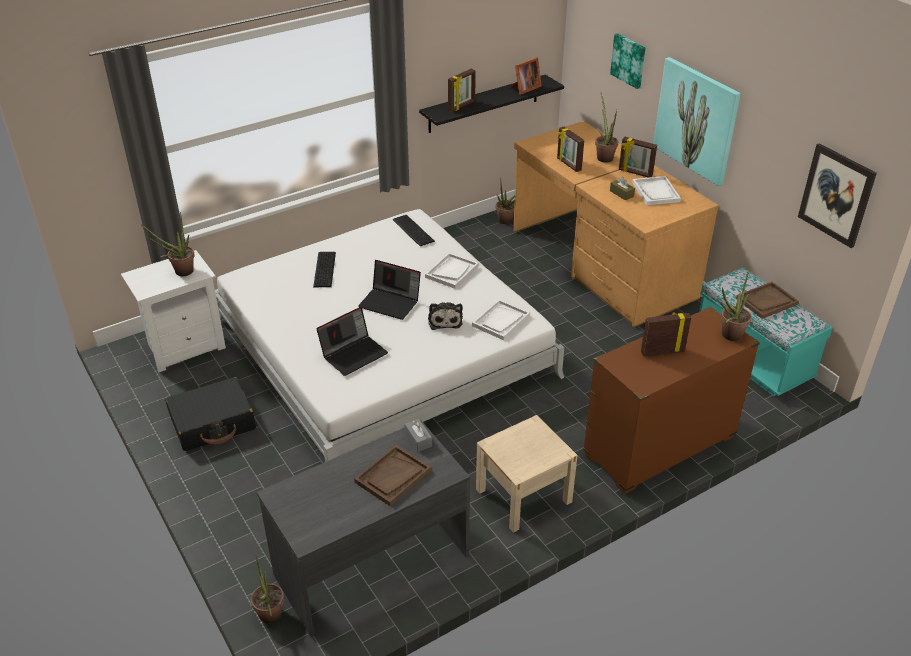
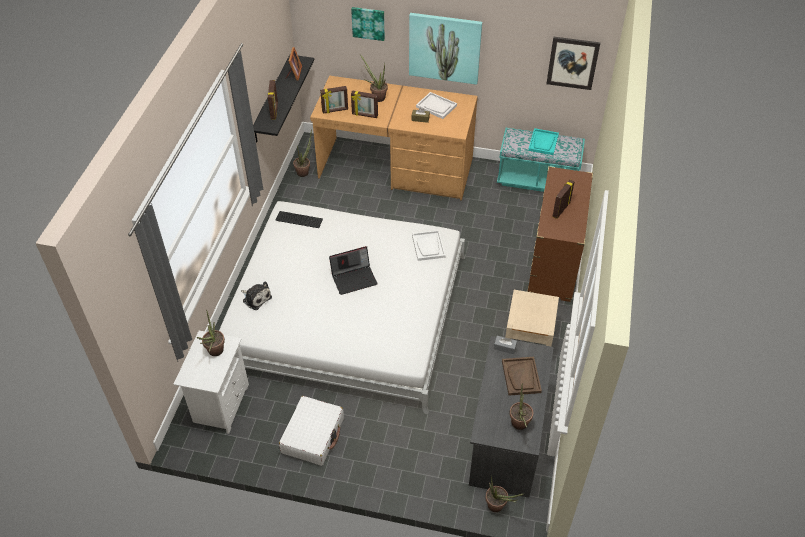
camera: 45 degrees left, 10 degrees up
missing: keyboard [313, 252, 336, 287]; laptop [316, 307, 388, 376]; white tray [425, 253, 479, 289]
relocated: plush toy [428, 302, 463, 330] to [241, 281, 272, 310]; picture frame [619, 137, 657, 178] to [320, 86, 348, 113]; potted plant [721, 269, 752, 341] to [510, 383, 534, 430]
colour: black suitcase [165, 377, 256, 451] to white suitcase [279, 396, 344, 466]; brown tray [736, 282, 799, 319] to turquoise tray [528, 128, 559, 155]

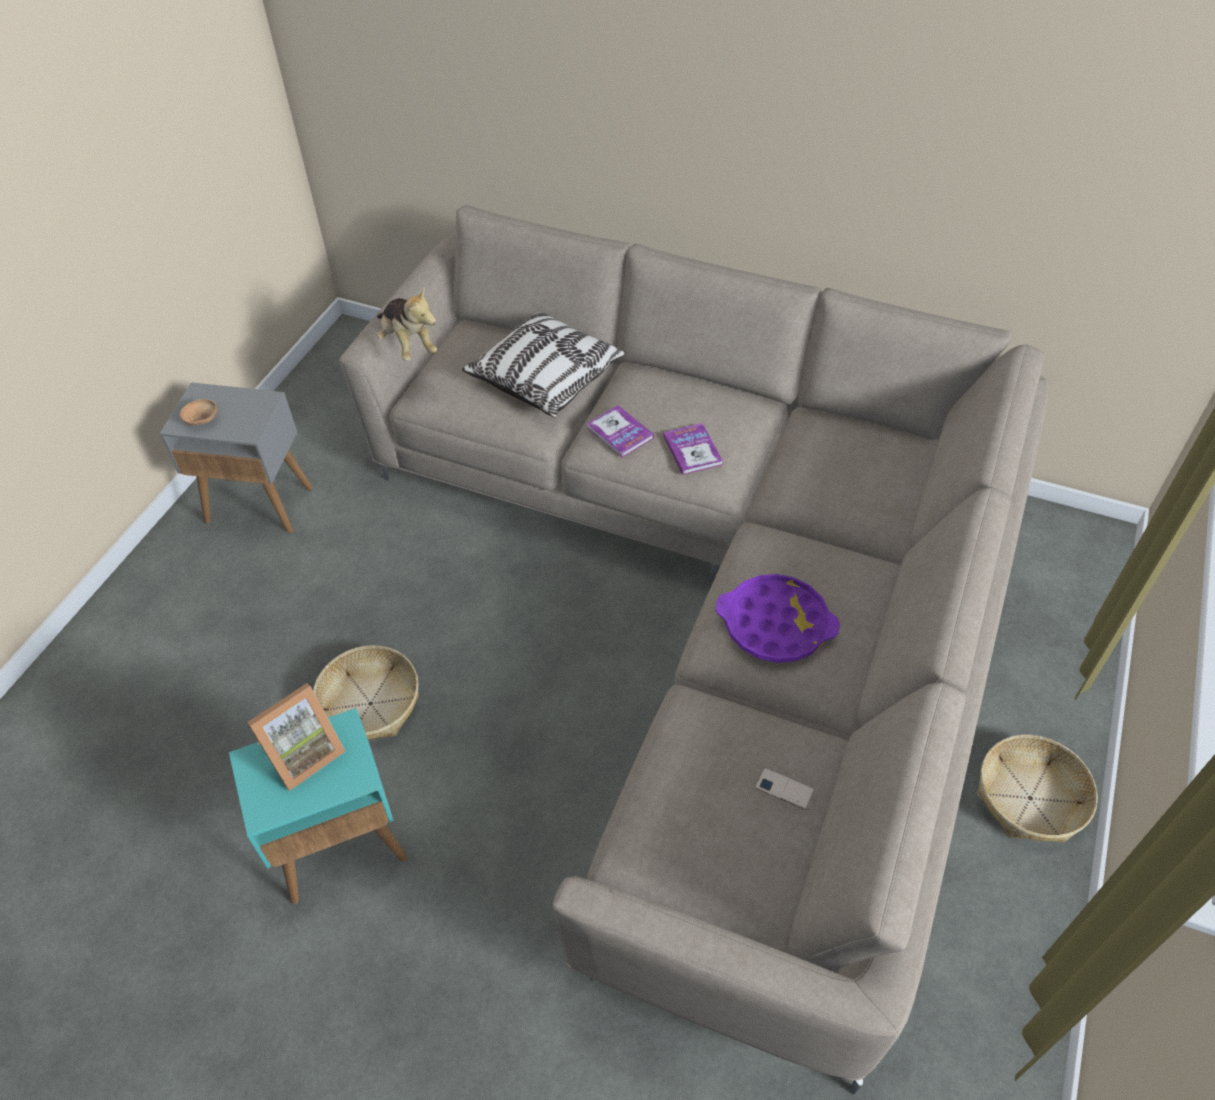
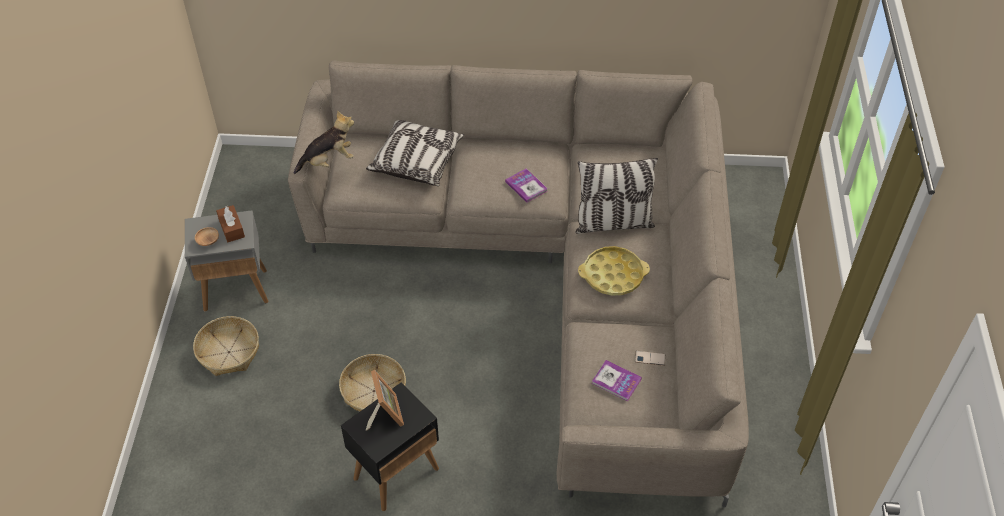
camera: 20 degrees left, 0 degrees up
appeared: brown tissue box [216, 205, 245, 242]; pillow [575, 158, 658, 234]
relocated: book [586, 405, 654, 458] to [591, 360, 642, 401]; basket [978, 735, 1098, 842] to [193, 316, 259, 376]
colour: turquoise side table [229, 708, 407, 904] to black side table [341, 383, 439, 511]; purple tray [716, 574, 840, 663] to yellow tray [578, 246, 650, 296]
spun: picture frame [247, 683, 346, 791] = [366, 370, 404, 430] 45 degrees counterclockwise; plush toy [377, 287, 437, 361] = [294, 110, 354, 174] 60 degrees counterclockwise

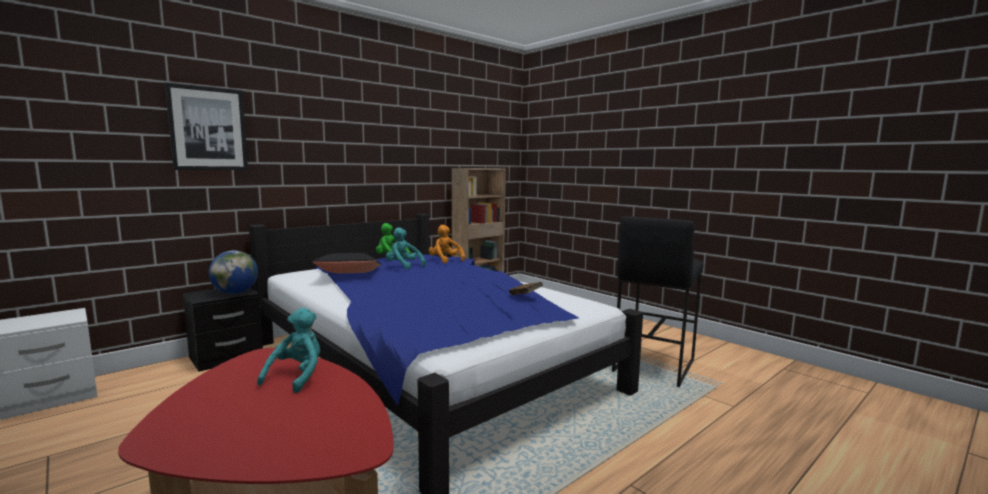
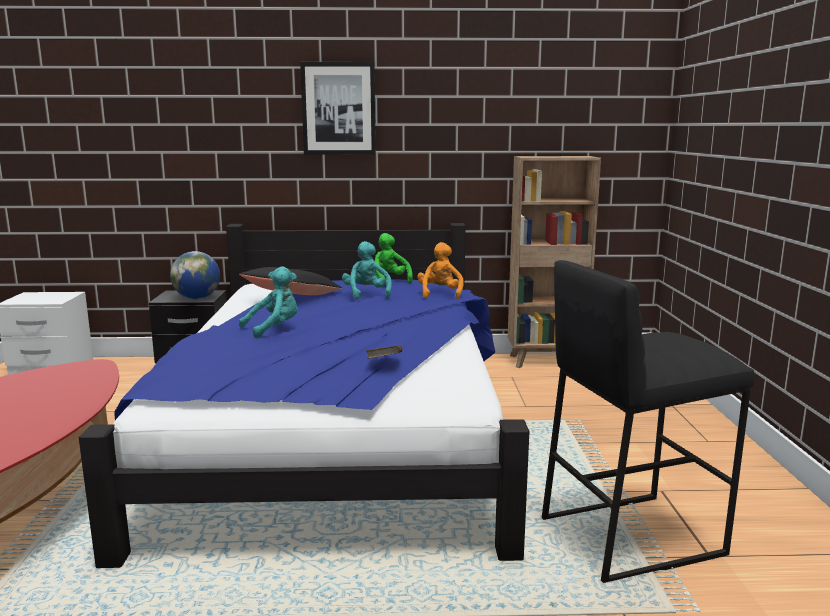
camera: 40 degrees right, 5 degrees up
relocated: picture [165, 82, 248, 170] to [300, 62, 376, 154]; turquoise plush toy [257, 308, 320, 393] to [239, 267, 298, 338]

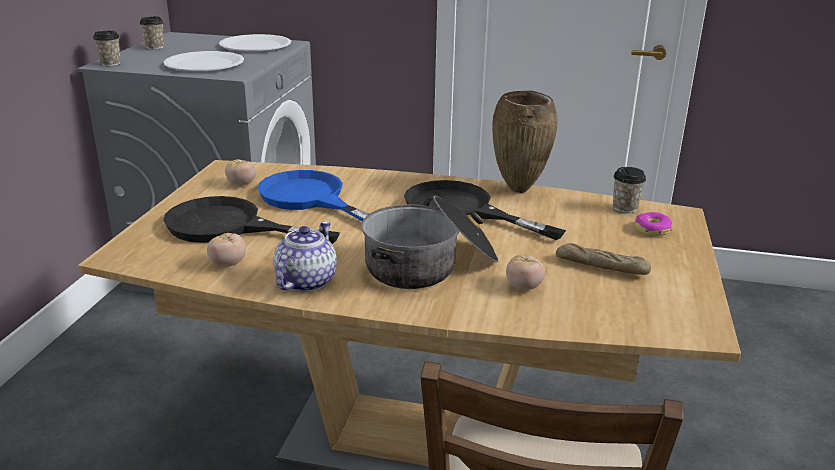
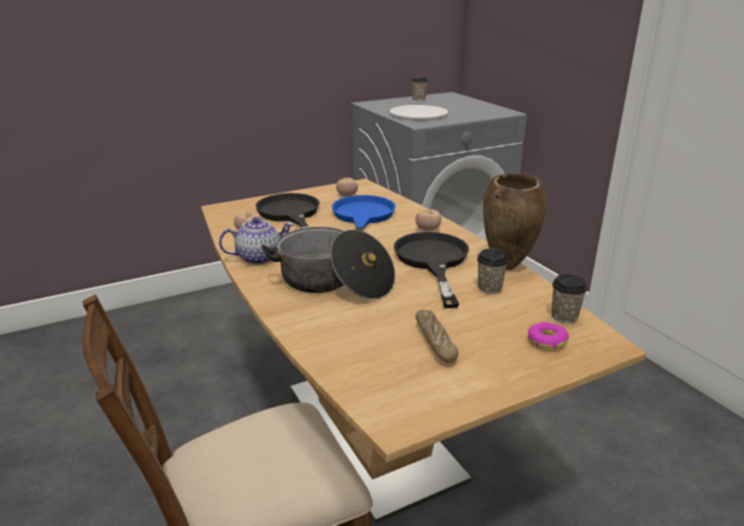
camera: 50 degrees right, 0 degrees up
missing: white plate [219, 34, 291, 52]
relocated: cup [93, 30, 121, 66] to [477, 249, 508, 294]; tomato [506, 254, 545, 290] to [415, 209, 442, 231]

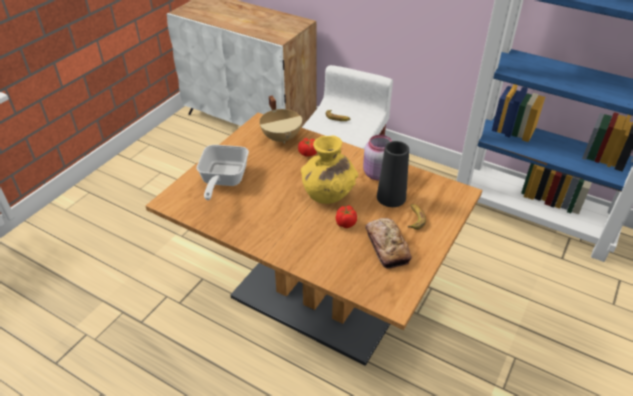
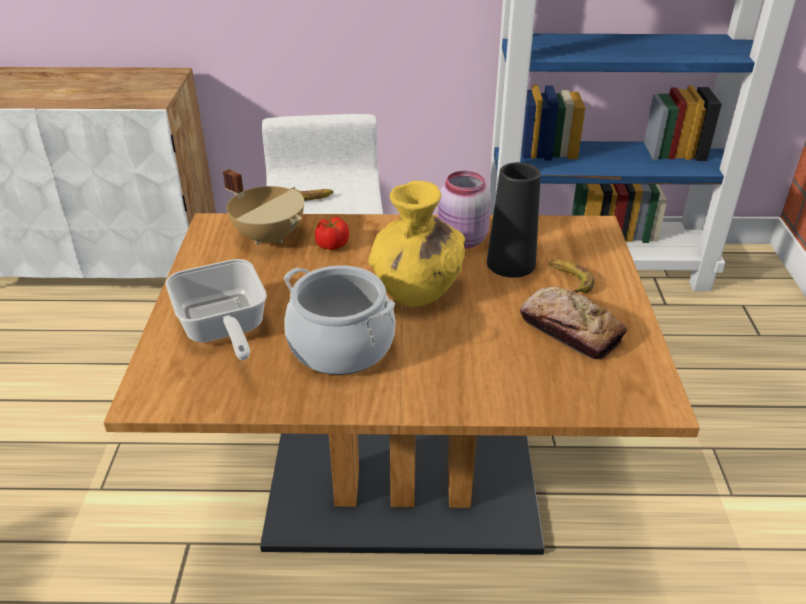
camera: 30 degrees left, 5 degrees down
missing: tomato [336, 205, 357, 228]
appeared: cooking pot [284, 265, 395, 375]

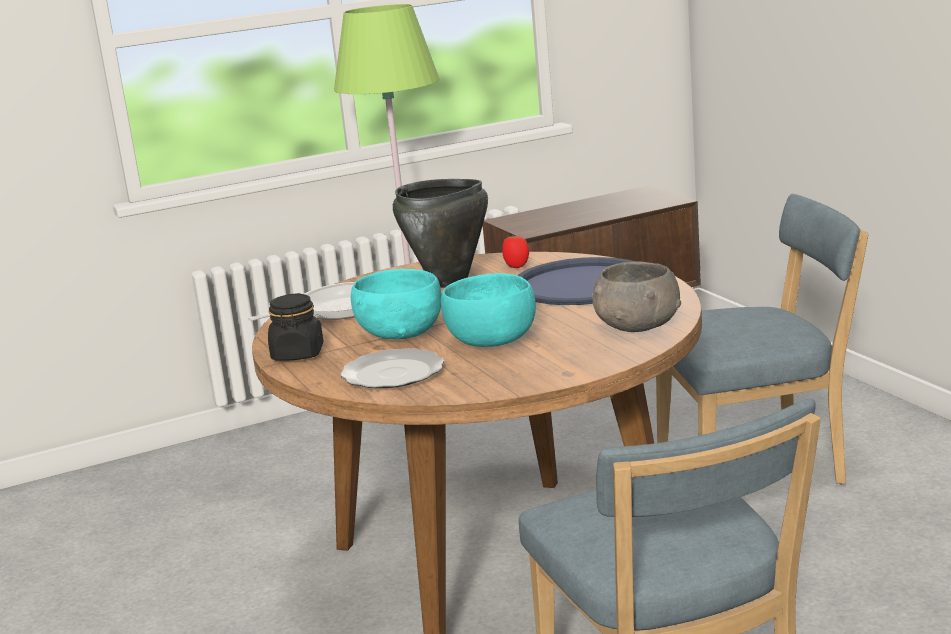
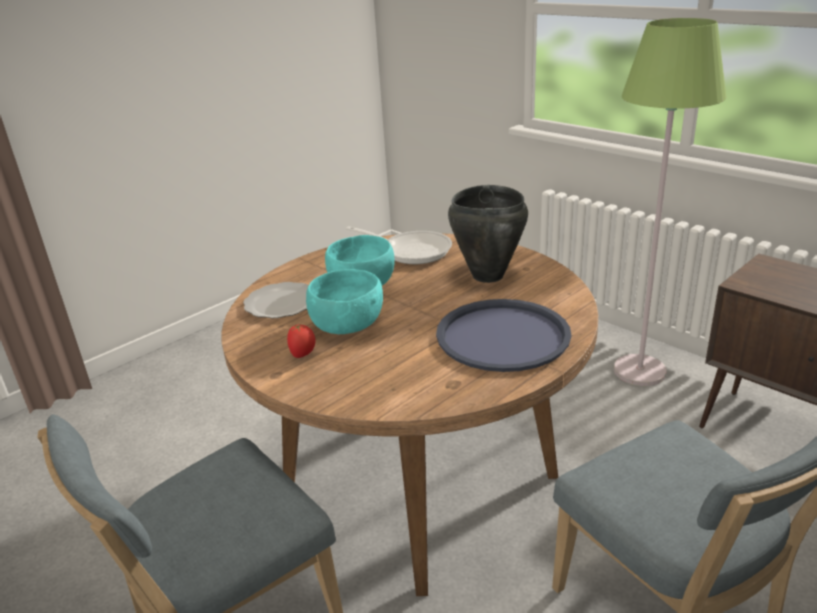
camera: 70 degrees right, 10 degrees up
missing: black jar [268, 293, 323, 361]; grey bowl [592, 261, 681, 332]
relocated: tomato [502, 235, 529, 268] to [287, 323, 316, 358]

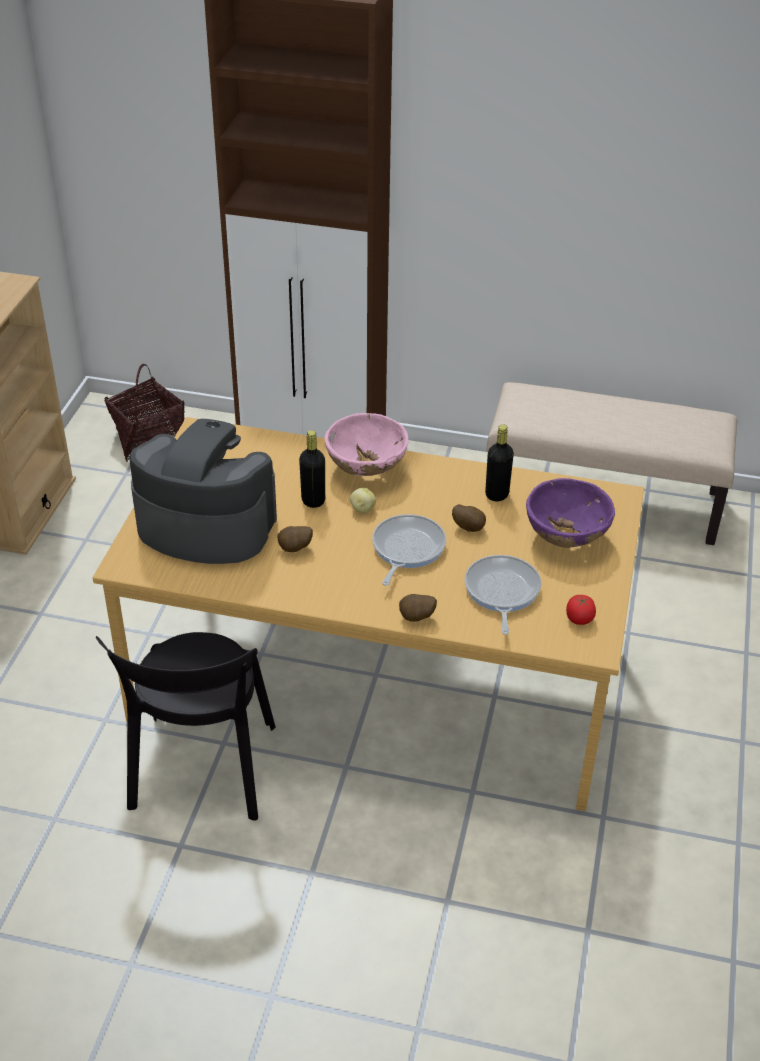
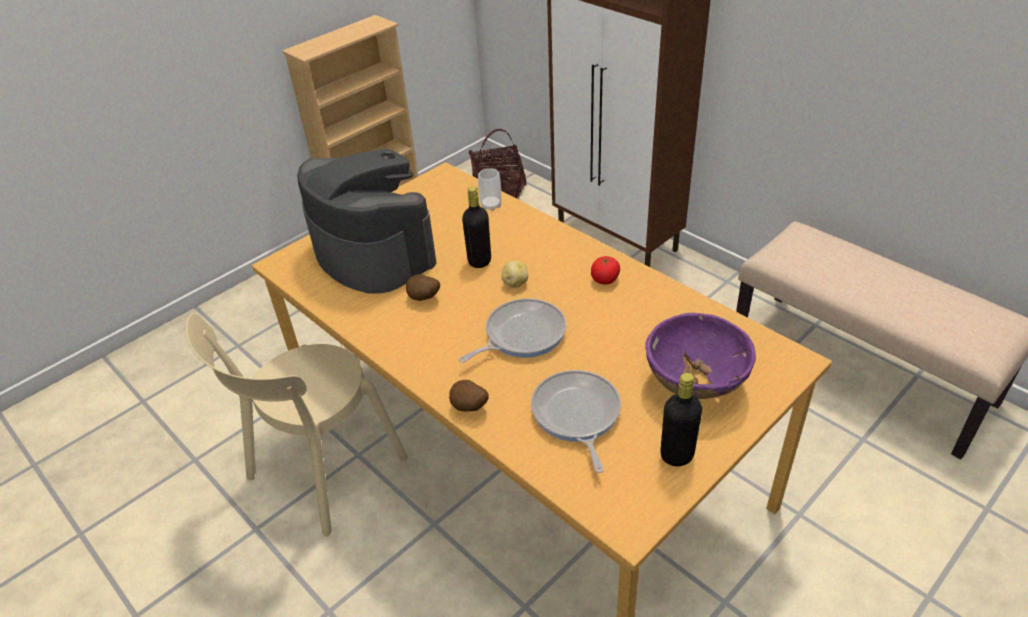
camera: 35 degrees right, 0 degrees up
missing: pink bowl [325, 413, 409, 476]; potato [452, 504, 486, 532]
appeared: cup [478, 168, 501, 211]
relocated: black bottle [485, 425, 514, 501] to [660, 373, 702, 466]; tomato [566, 595, 596, 625] to [591, 256, 620, 285]
colour: black chair [96, 632, 275, 821] to beige chair [186, 313, 408, 537]
spun: frying pan [465, 555, 541, 635] = [531, 370, 621, 473] 45 degrees counterclockwise

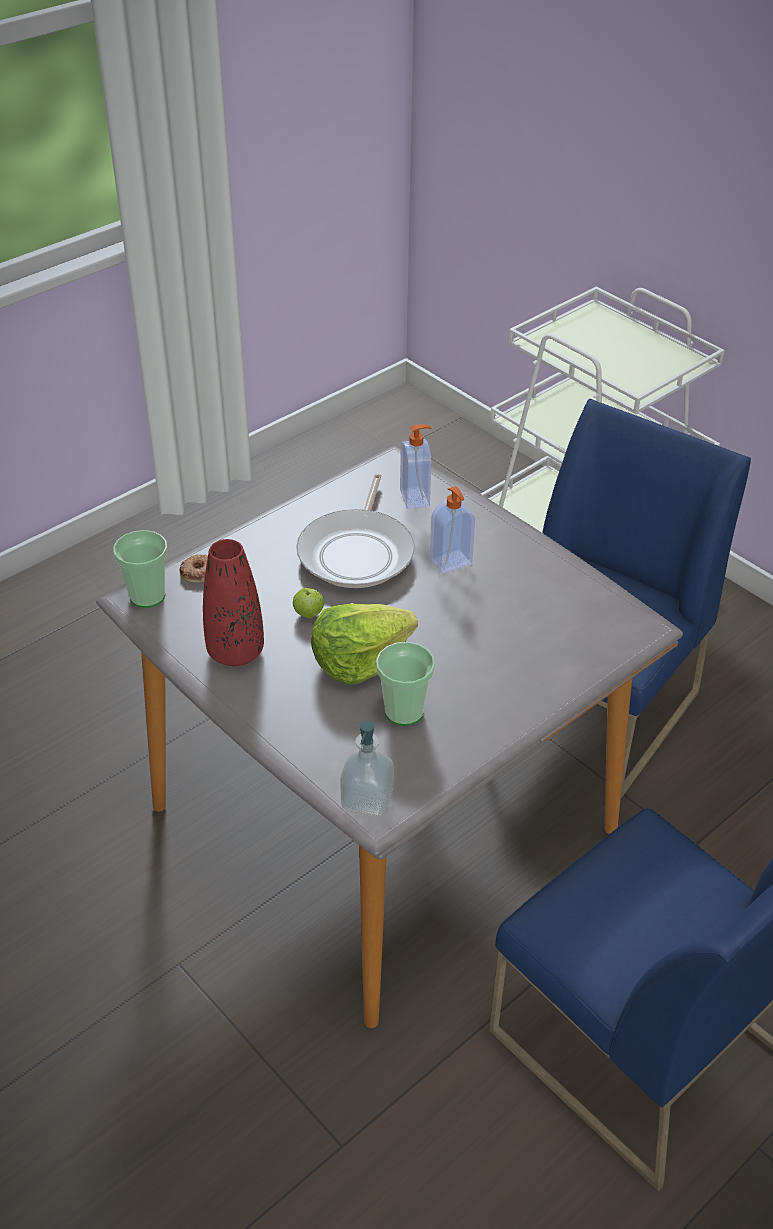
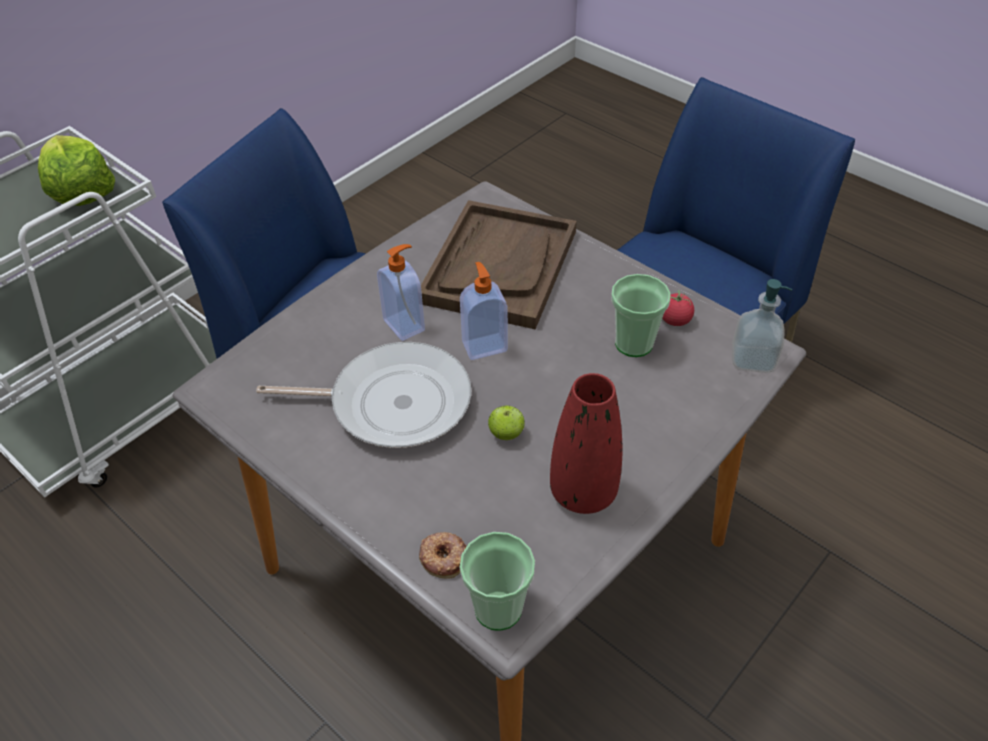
camera: 95 degrees left, 5 degrees up
appeared: brown tray [421, 200, 577, 329]; tomato [662, 290, 694, 326]
relocated: lettuce [311, 603, 418, 685] to [38, 135, 115, 206]; soap dispenser [400, 424, 432, 509] to [460, 262, 508, 360]

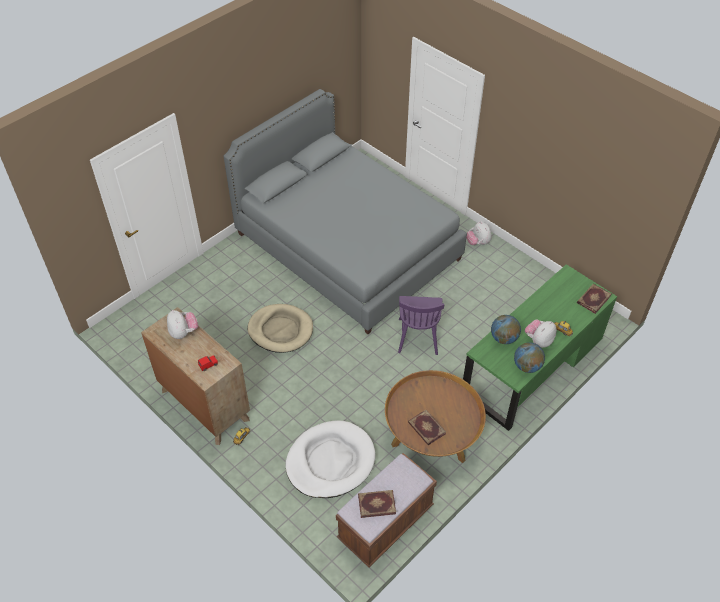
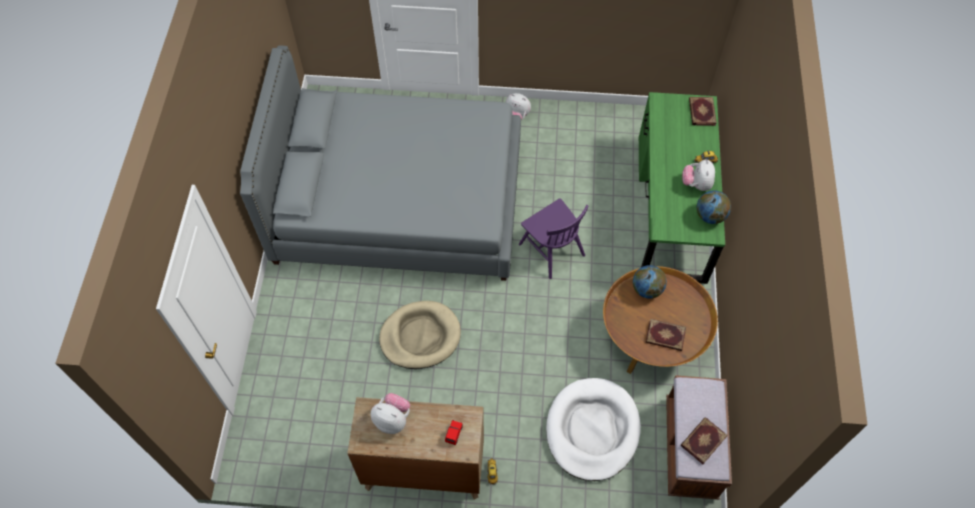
camera: 40 degrees left, 10 degrees up
relocated: globe [491, 315, 521, 344] to [633, 265, 667, 299]

